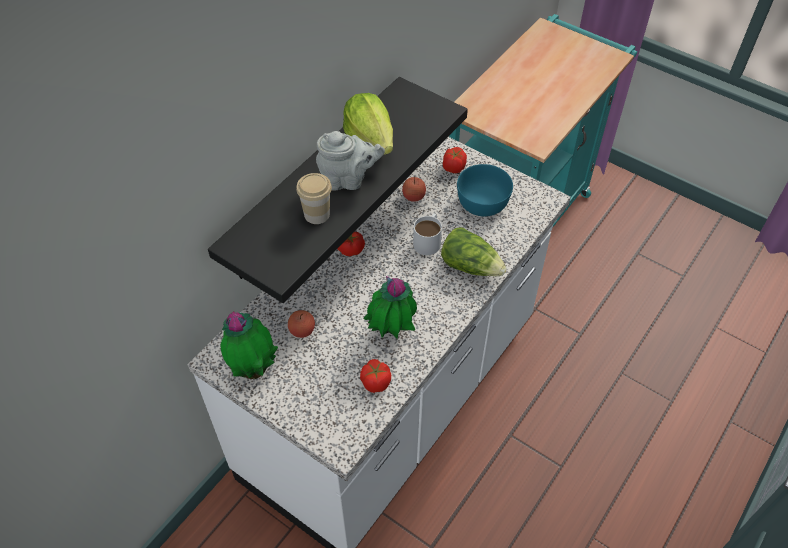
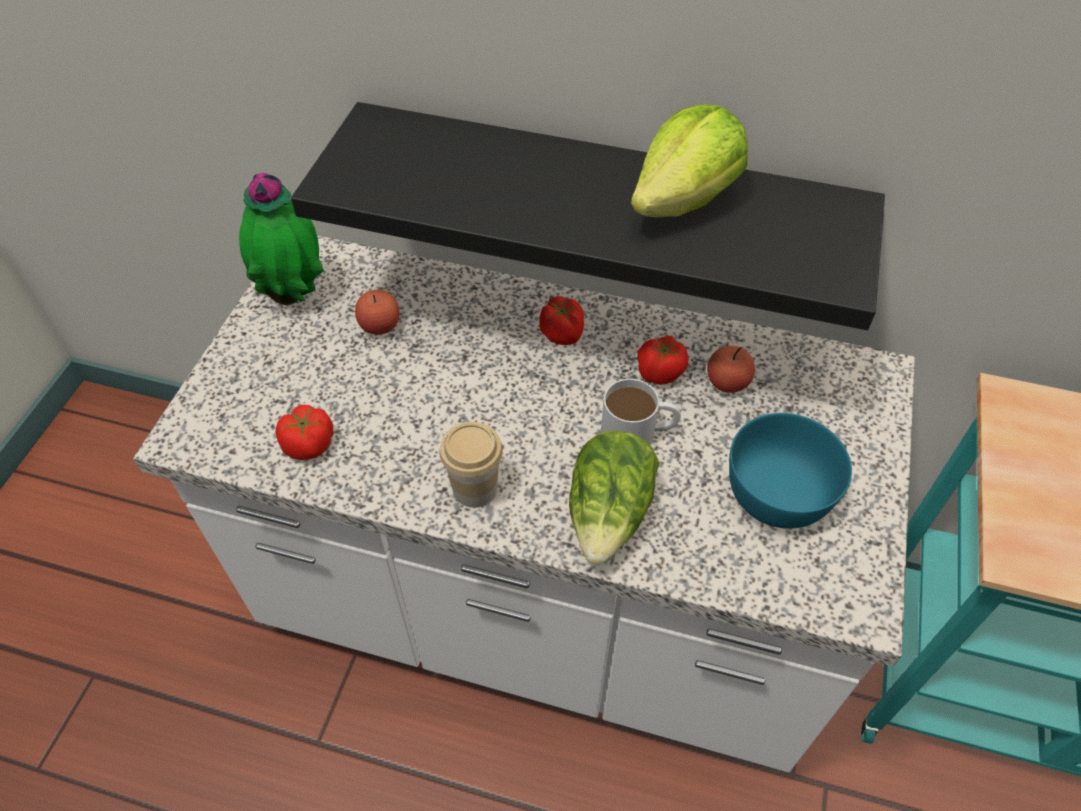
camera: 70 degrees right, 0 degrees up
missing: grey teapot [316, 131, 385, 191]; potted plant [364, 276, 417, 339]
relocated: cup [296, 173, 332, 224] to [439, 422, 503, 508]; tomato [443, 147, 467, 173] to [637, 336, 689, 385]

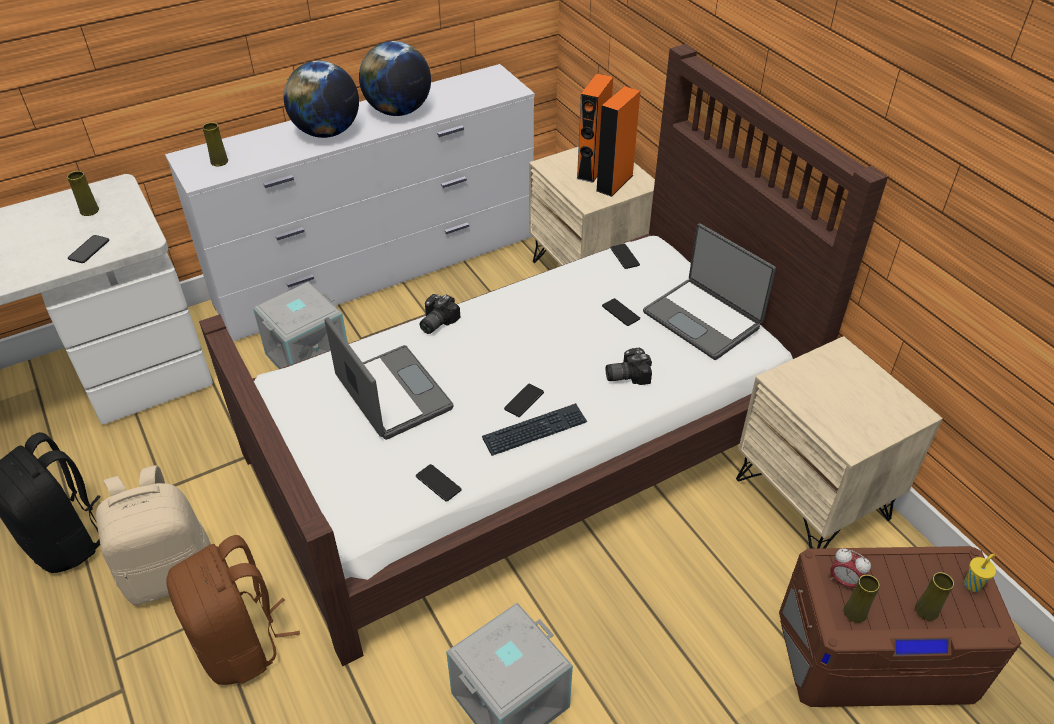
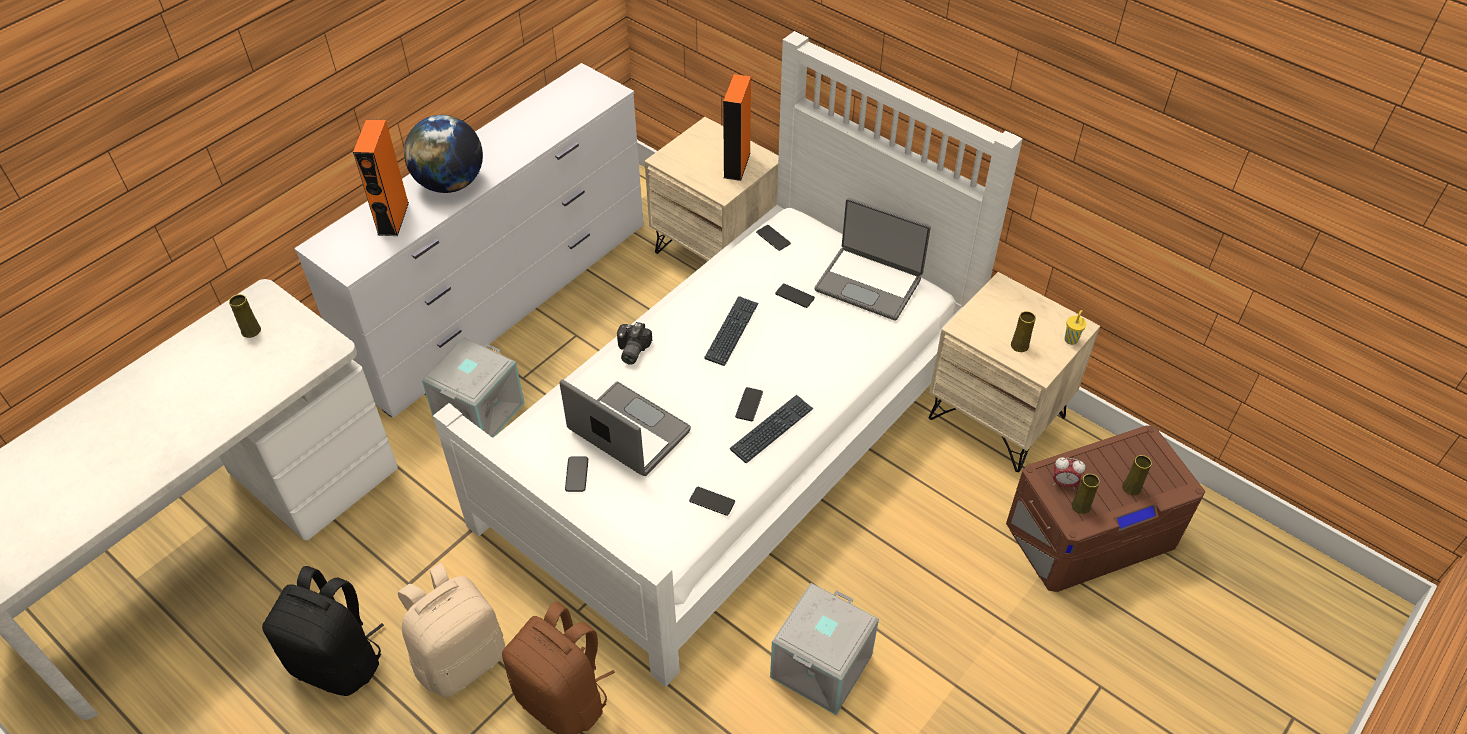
camera: 20 degrees left, 5 degrees up
missing: globe [359, 41, 431, 116]; photo camera [606, 347, 652, 385]
appeared: keyboard [704, 296, 759, 366]
relocated: phone [68, 235, 109, 263] to [565, 457, 588, 492]; yellow vase [202, 122, 228, 166] to [1011, 311, 1036, 352]; orange speaker [577, 73, 613, 183] to [353, 120, 409, 236]; yellow cup [964, 554, 996, 592] to [1065, 310, 1087, 345]
colour: brown bed [199, 44, 888, 666] to white bed [433, 31, 1023, 687]

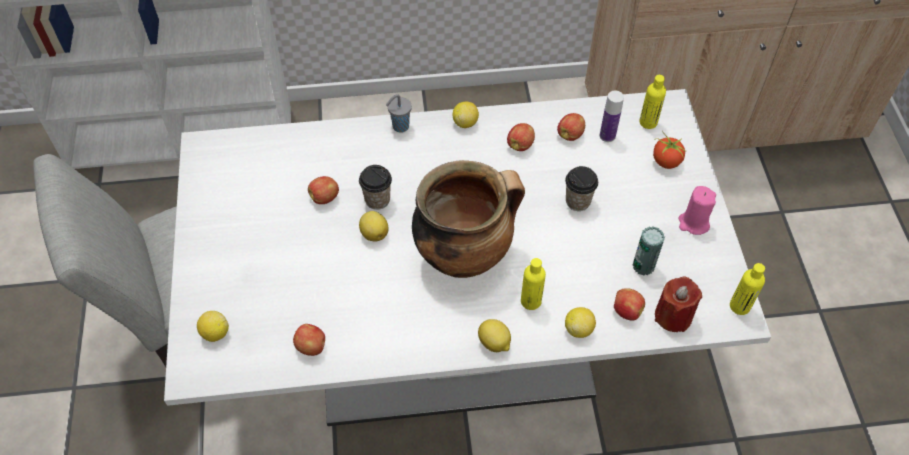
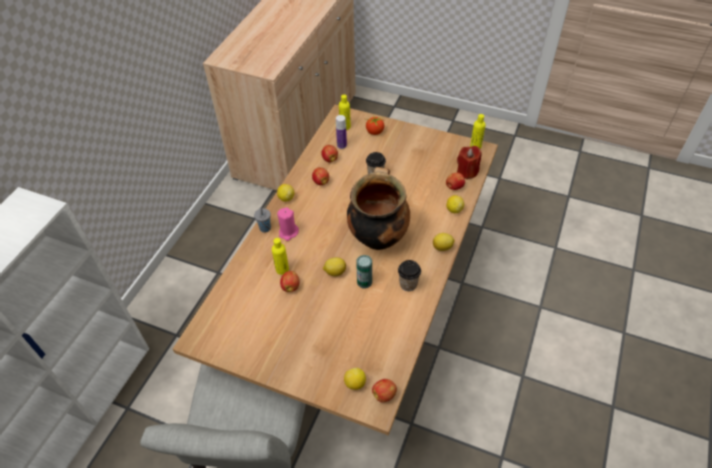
camera: 60 degrees left, 5 degrees down
relocated: apple [293, 324, 325, 356] to [372, 379, 397, 402]; cup [359, 165, 392, 210] to [398, 260, 421, 291]; yellow bottle [521, 258, 546, 310] to [272, 238, 289, 275]; can [632, 226, 665, 276] to [356, 255, 372, 289]; pink candle [678, 186, 716, 235] to [277, 207, 299, 241]
colour: white dining table [164, 89, 771, 426] to brown dining table [173, 105, 498, 436]

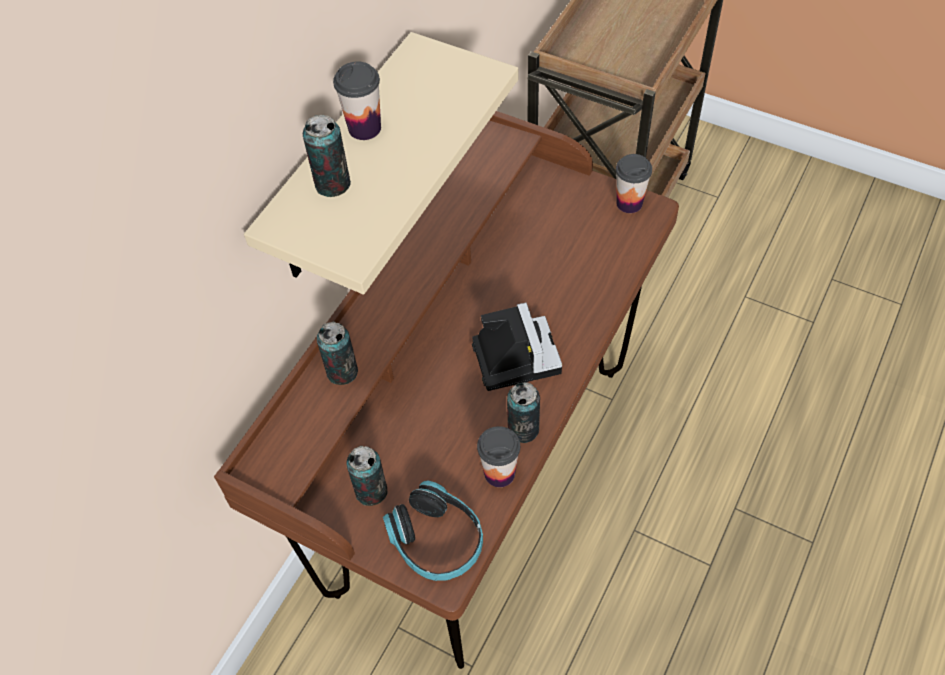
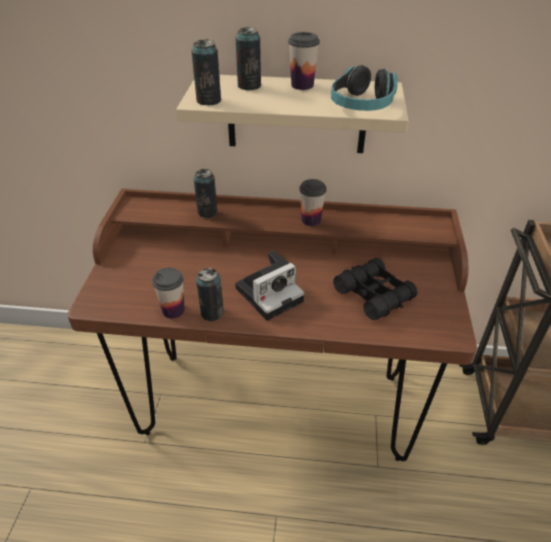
camera: 65 degrees right, 15 degrees down
appeared: black binoculars [333, 258, 417, 320]
relocated: can [346, 446, 387, 506] to [191, 39, 221, 106]; headphones [383, 480, 483, 581] to [331, 65, 398, 111]; cup [616, 154, 652, 213] to [299, 179, 327, 226]

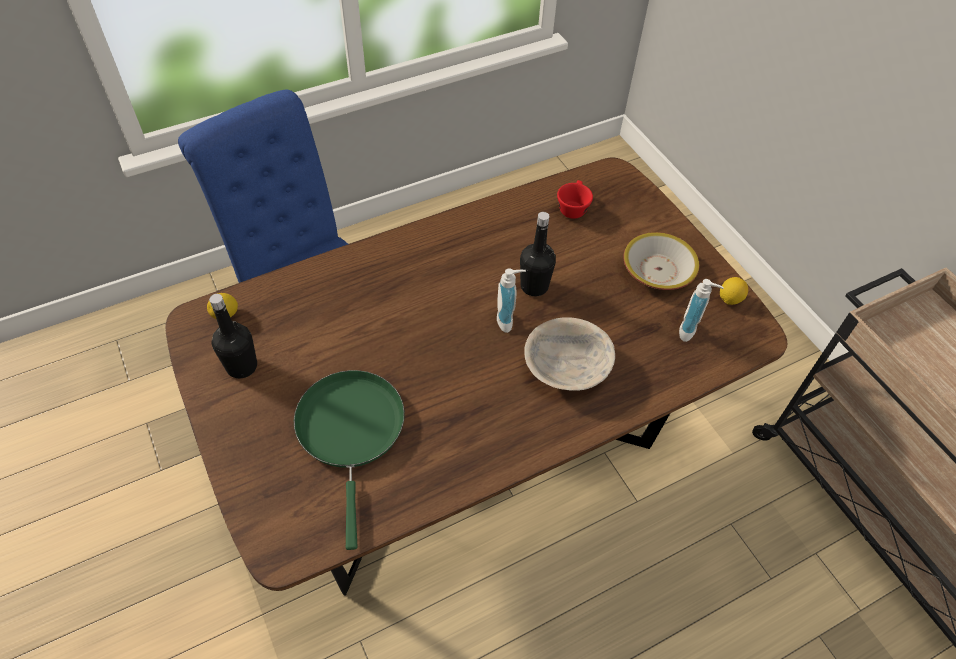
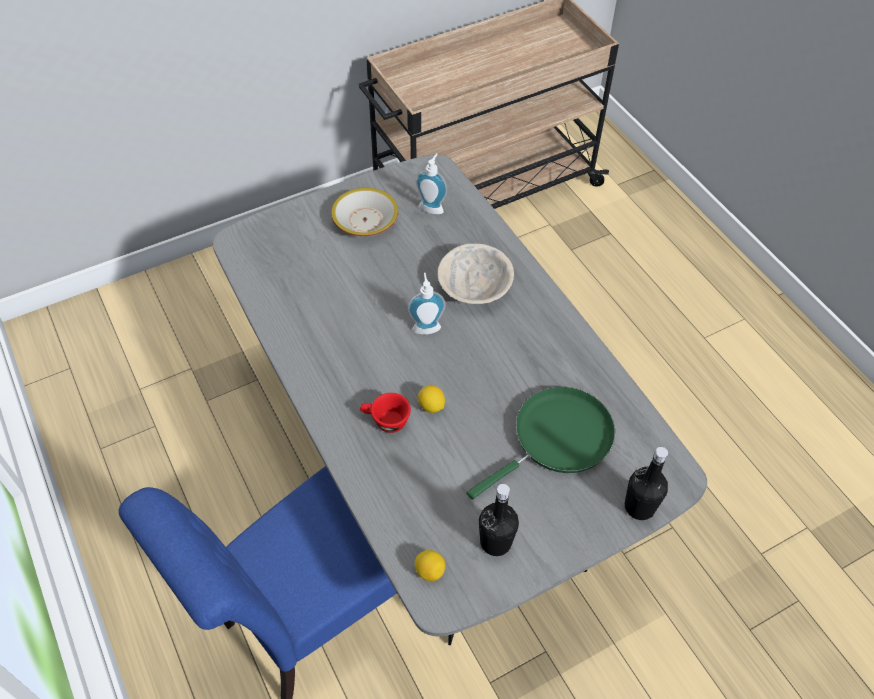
camera: 90 degrees left, 0 degrees up
relocated: black bottle [520, 212, 556, 296] to [625, 447, 668, 520]; red cup [557, 180, 593, 219] to [360, 393, 411, 433]; lemon [720, 277, 748, 305] to [418, 385, 445, 413]
colour: brown dining table [165, 157, 787, 596] to grey dining table [212, 154, 707, 645]
spun: green frying pan [294, 370, 405, 550] = [467, 387, 615, 500] 150 degrees clockwise

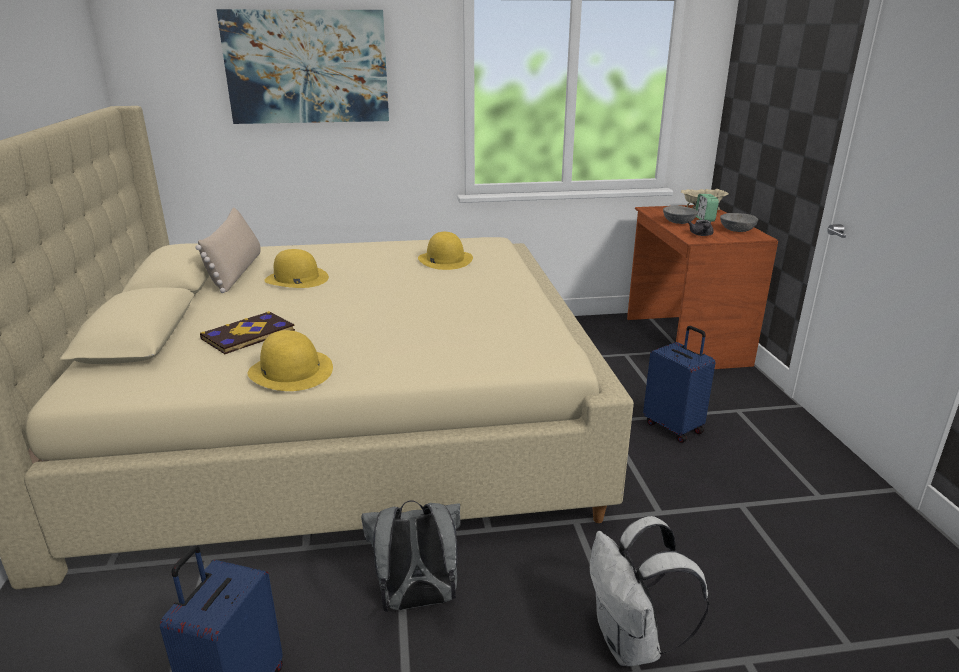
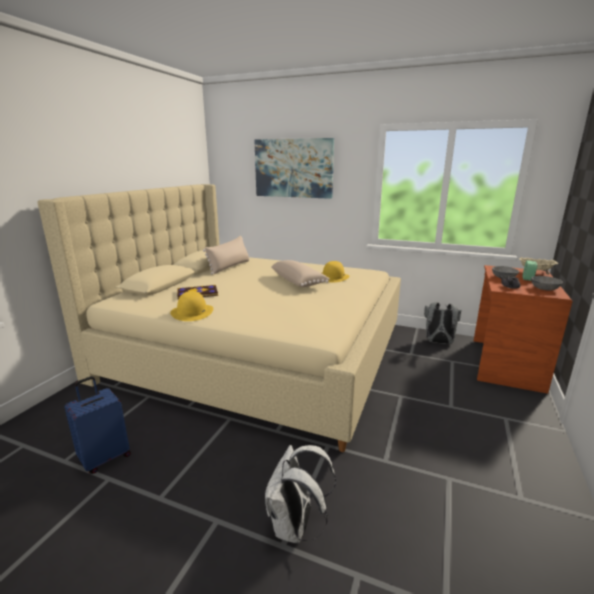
camera: 30 degrees right, 5 degrees down
missing: yellow hat [264, 249, 329, 288]; blue suitcase [643, 326, 715, 443]
appeared: beige pillow [271, 260, 330, 287]
relocated: grey backpack [361, 500, 460, 612] to [424, 302, 461, 344]

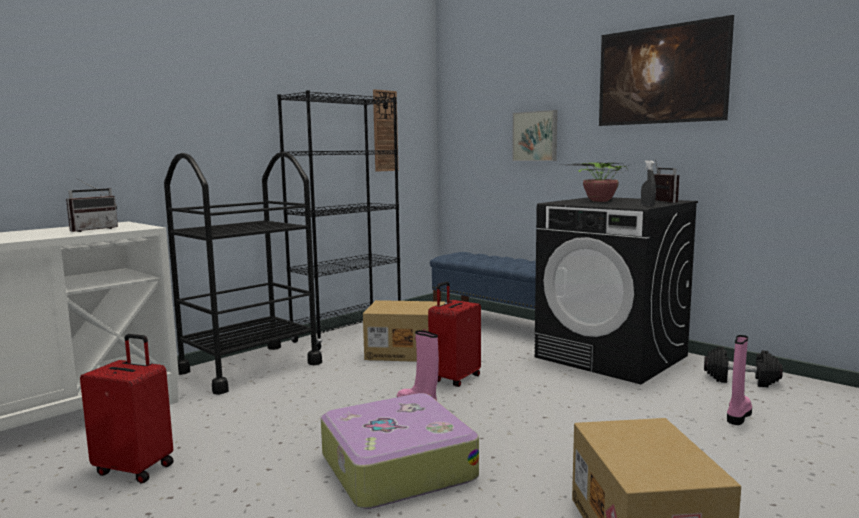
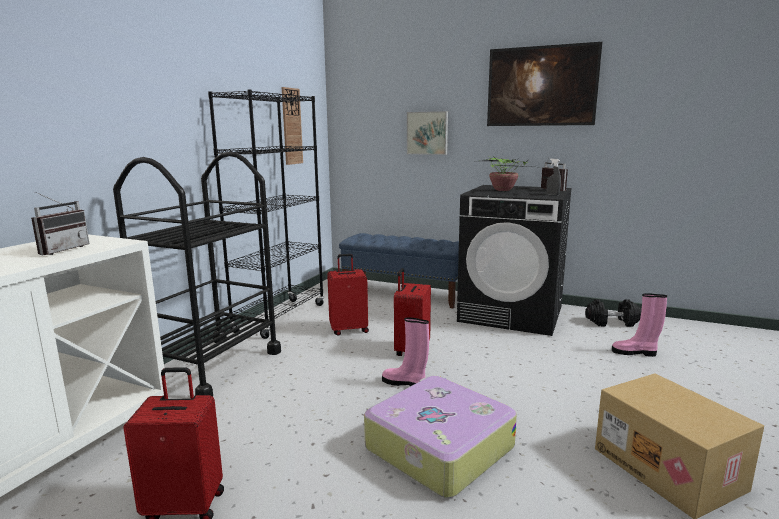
camera: 20 degrees left, 5 degrees up
exchanged: cardboard box [363, 300, 445, 362] to red suitcase [327, 254, 369, 336]
spun: pink boot [727, 335, 752, 425] = [612, 293, 667, 357] 90 degrees counterclockwise

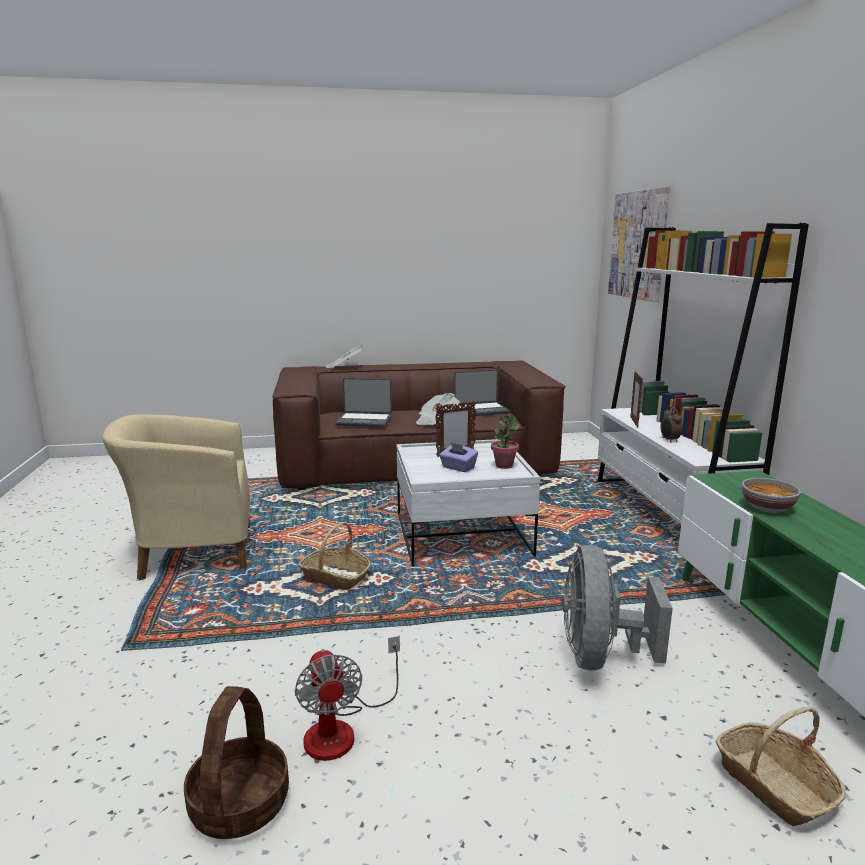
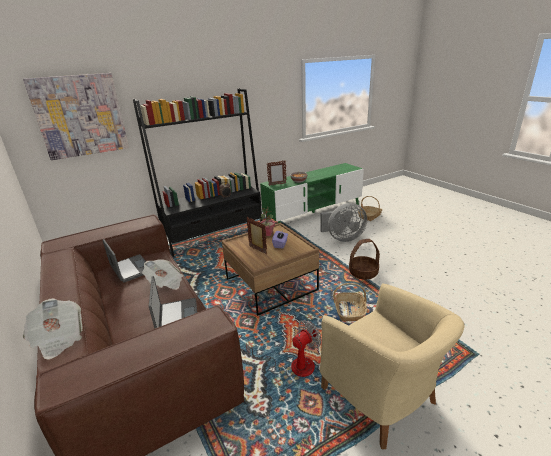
camera: 110 degrees left, 10 degrees up
relocated: basket [184, 686, 289, 839] to [349, 239, 380, 280]; fan [295, 636, 400, 761] to [246, 320, 322, 377]; picture frame [630, 371, 643, 427] to [267, 161, 287, 186]
colour: white coffee table [397, 439, 540, 566] to brown coffee table [222, 223, 319, 316]; white bookcase [598, 223, 809, 525] to black bookcase [133, 88, 263, 257]

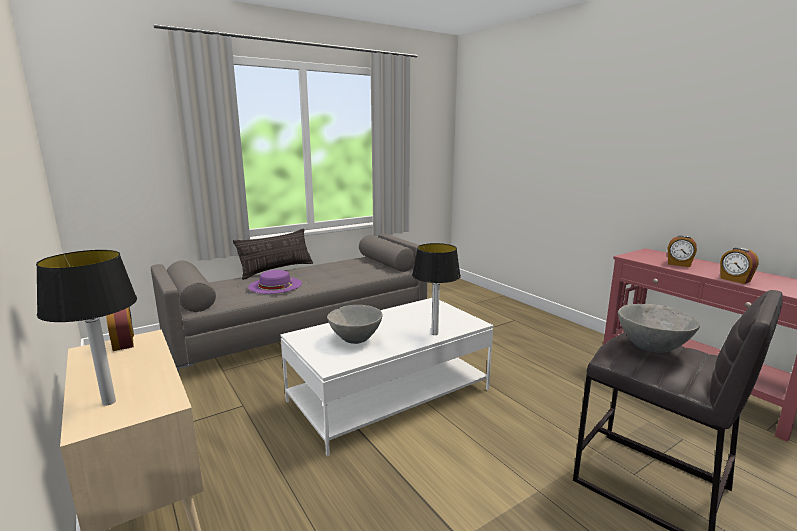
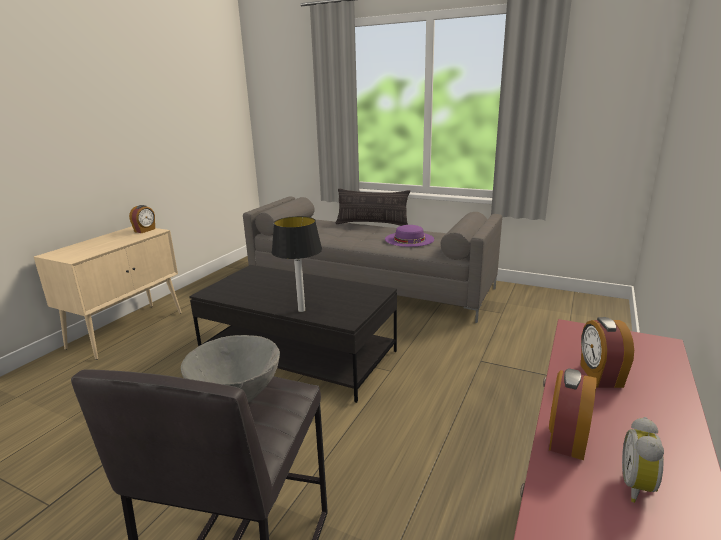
camera: 60 degrees right, 5 degrees up
missing: table lamp [36, 250, 137, 406]; grey bowl [327, 305, 383, 344]
appeared: alarm clock [622, 417, 664, 503]
relocated: purple hat [248, 270, 302, 294] to [385, 225, 434, 247]
colour: white coffee table [280, 298, 494, 456] to black coffee table [189, 265, 397, 403]

